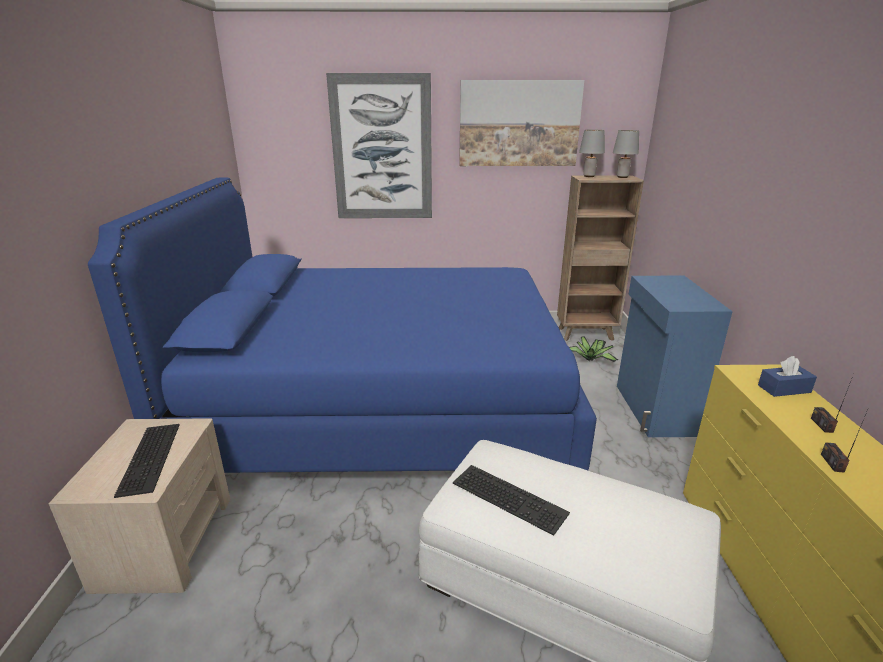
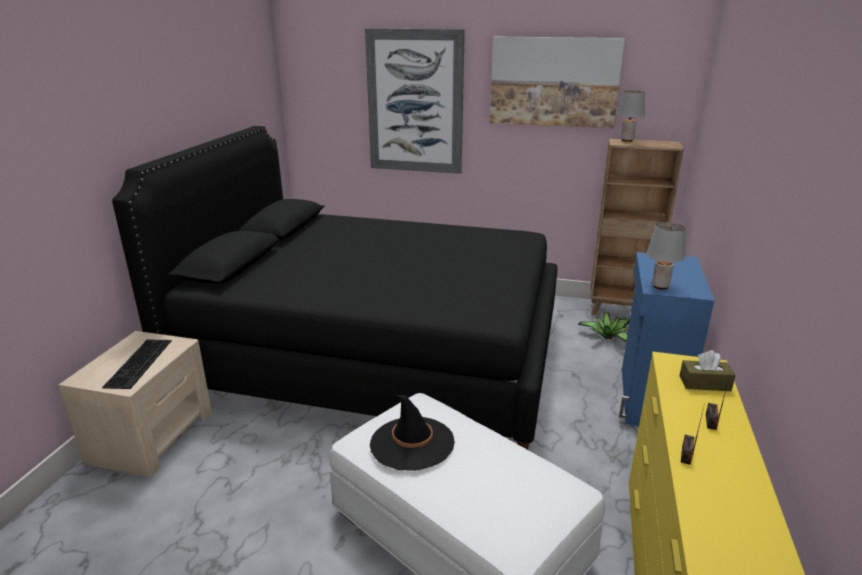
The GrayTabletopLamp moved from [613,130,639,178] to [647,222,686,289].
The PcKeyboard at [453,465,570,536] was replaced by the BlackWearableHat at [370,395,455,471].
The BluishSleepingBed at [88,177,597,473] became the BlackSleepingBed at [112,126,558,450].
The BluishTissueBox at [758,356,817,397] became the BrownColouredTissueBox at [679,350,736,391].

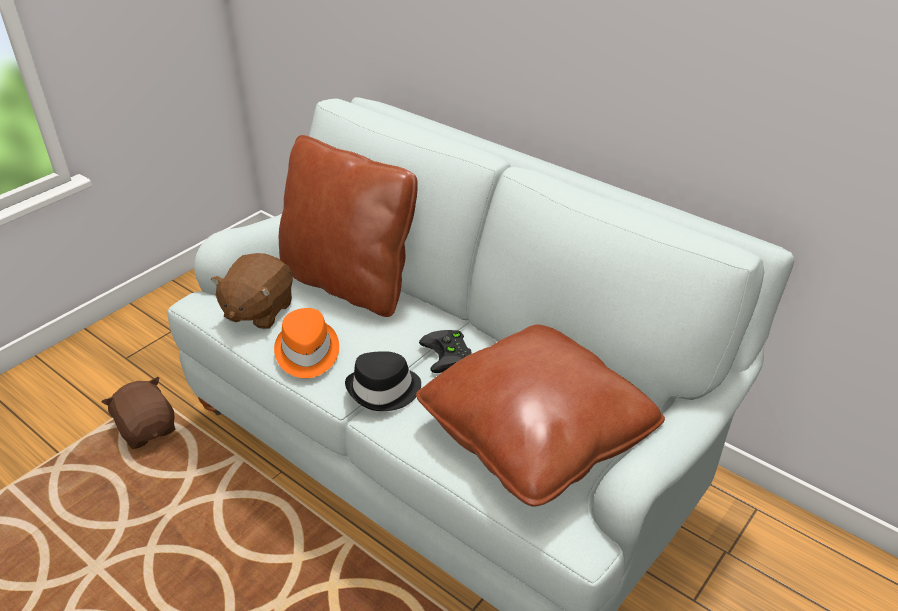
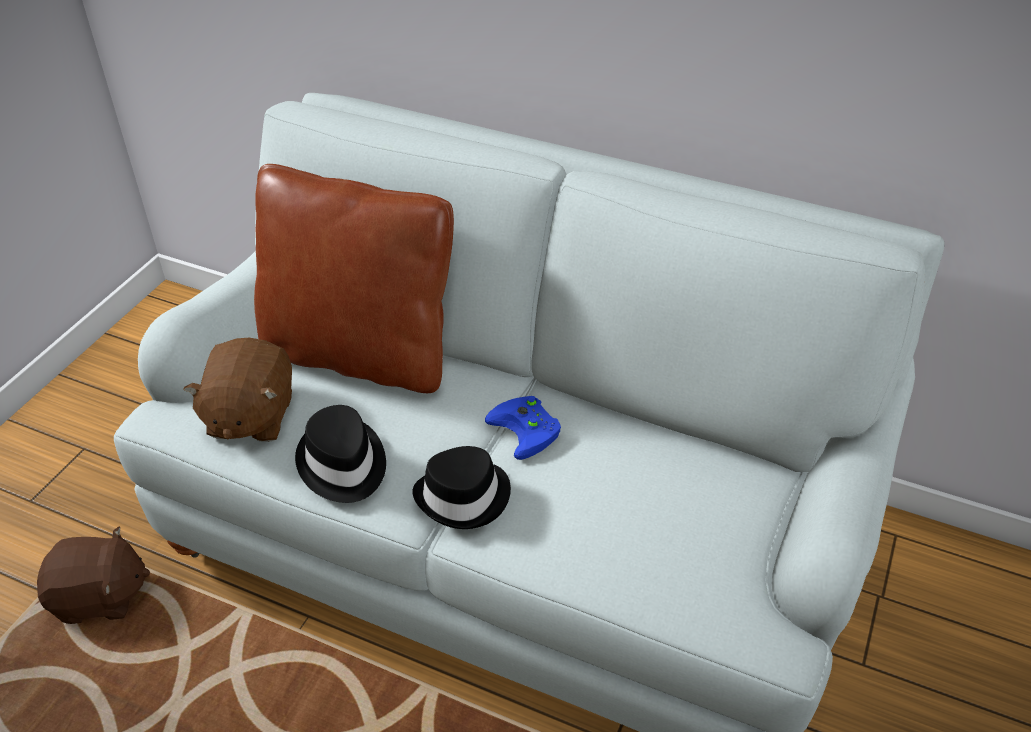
The BrownColouredPillow at [416,324,665,507] disappeared.
The OrangeWearableHat at [274,308,339,378] became the BlackWearableHat at [295,405,386,503].
The BlackJoypad at [419,330,472,373] became the BluishJoypad at [485,396,561,460].
The BrownColouredPlushToy at [102,377,175,449] turned 135 degrees clockwise.

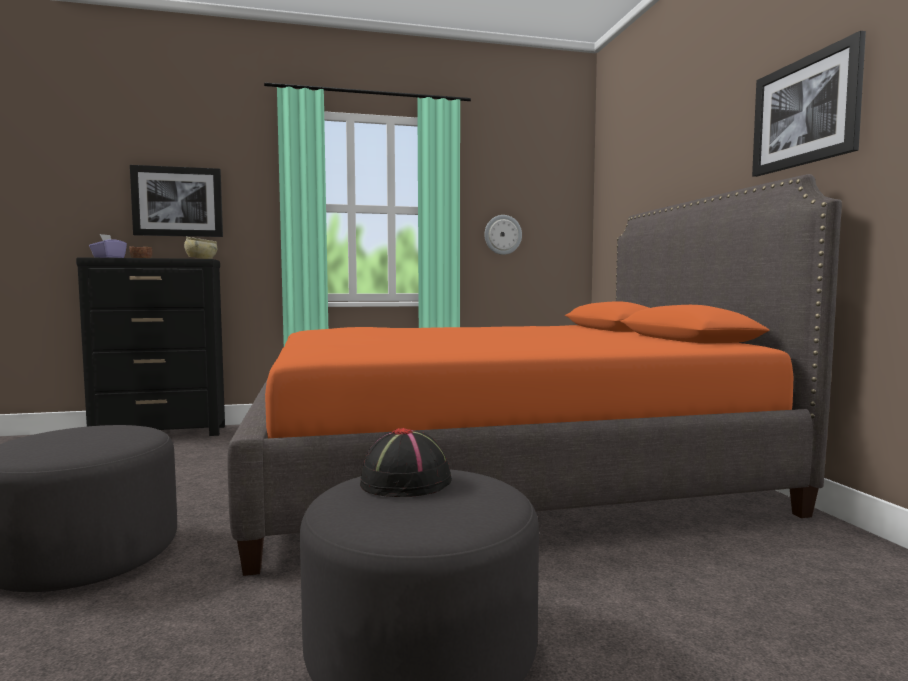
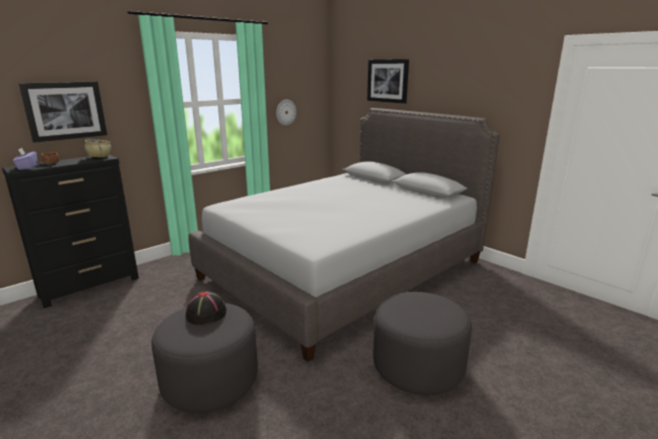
The BlackWearableHat moved from [360,428,452,497] to [186,291,227,325].
The Picture moved from [752,31,866,177] to [367,59,409,104].
The OrangeSleepingBed at [227,174,842,576] became the GraySleepingBed at [188,108,500,362].

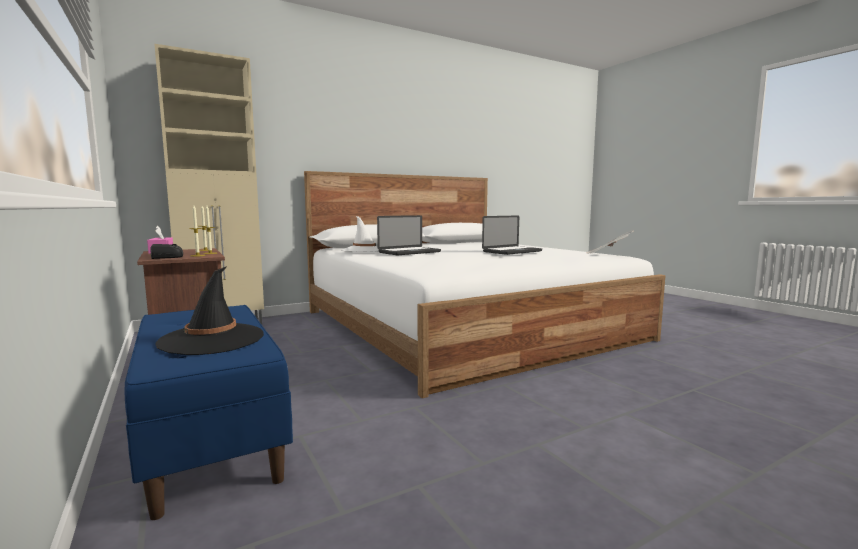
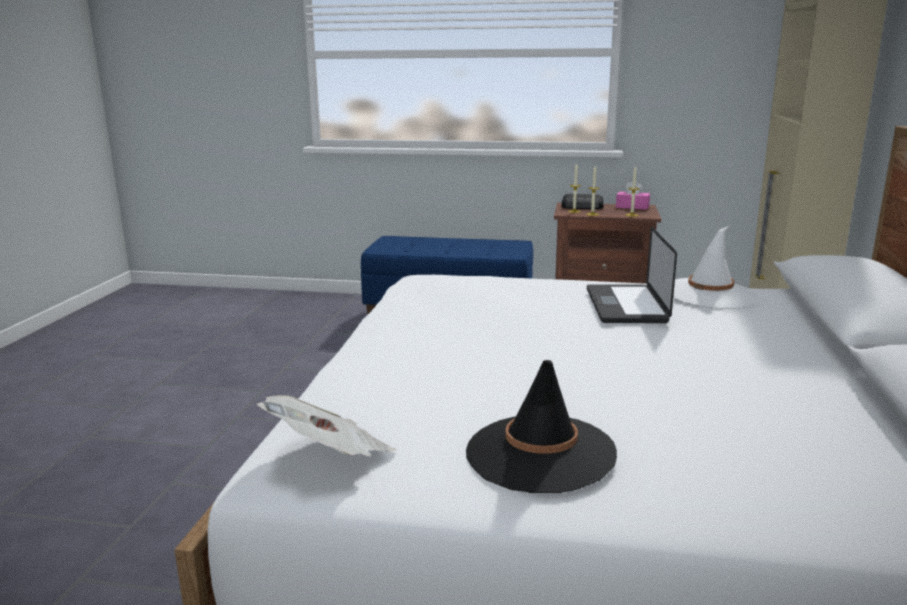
The PortableComputer at [482,216,542,255] disappeared.
The BlackWearableHat moved from [155,266,264,355] to [466,360,617,493].

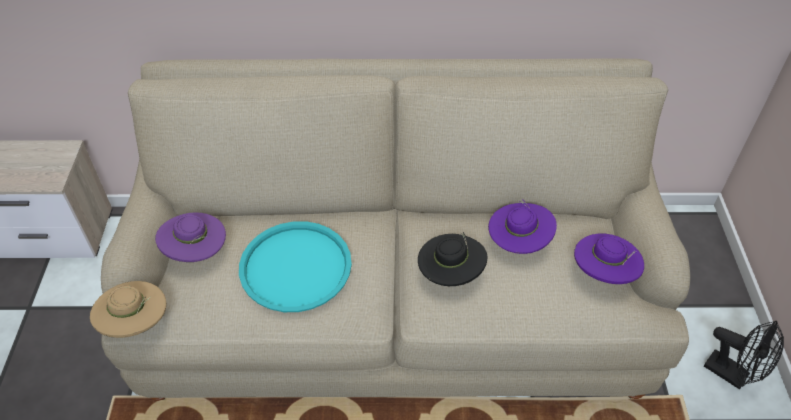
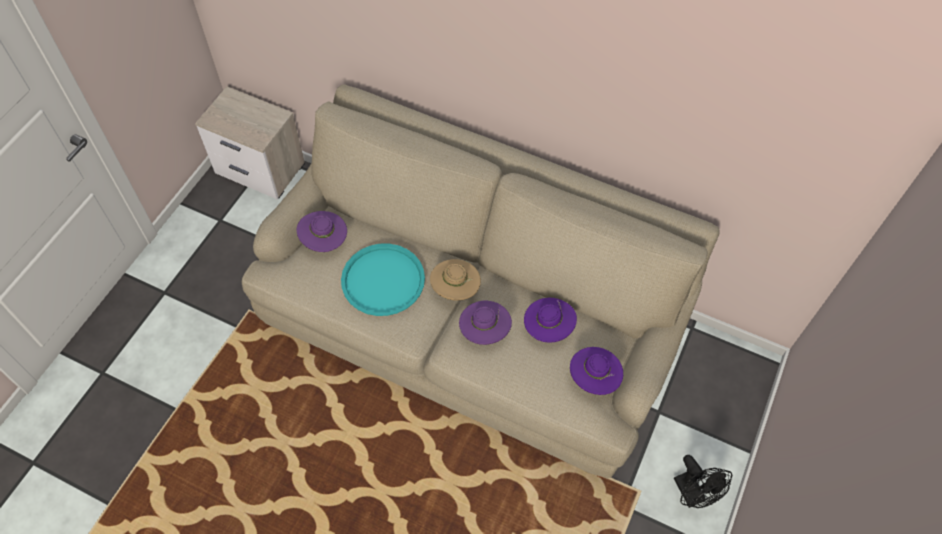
The SandColouredWearableHat moved from [90,281,166,338] to [430,259,481,301].
The BlackWearableHat at [418,232,487,286] became the PurpleWearableHat at [459,301,512,345].

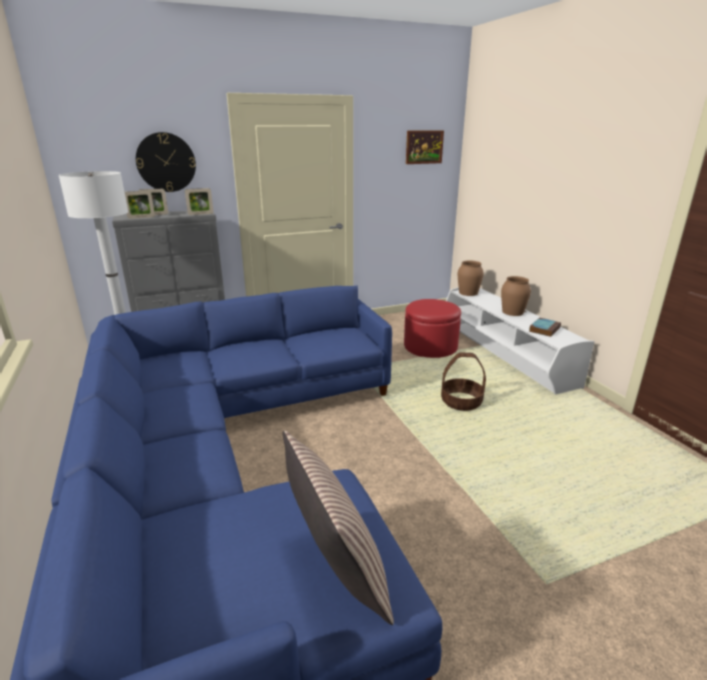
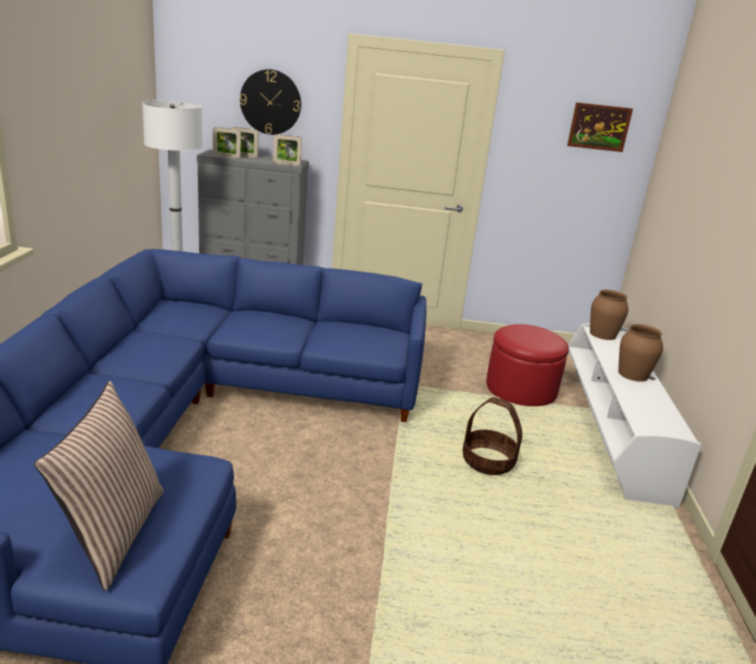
The Volume at [529,318,561,337] disappeared.

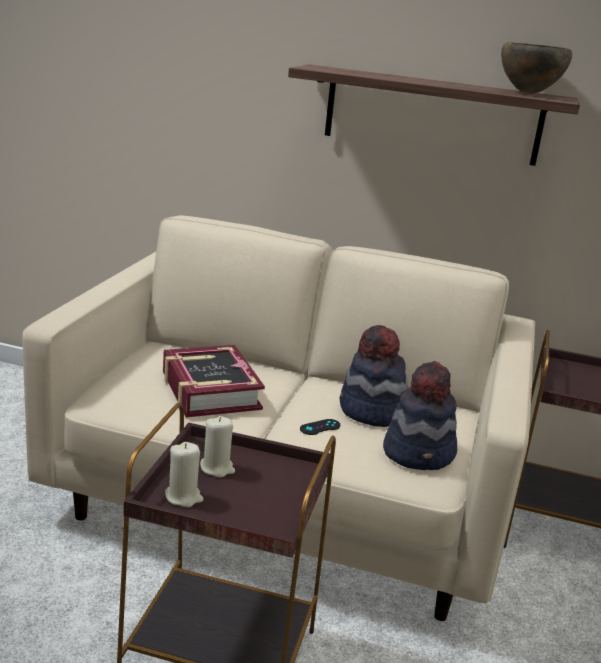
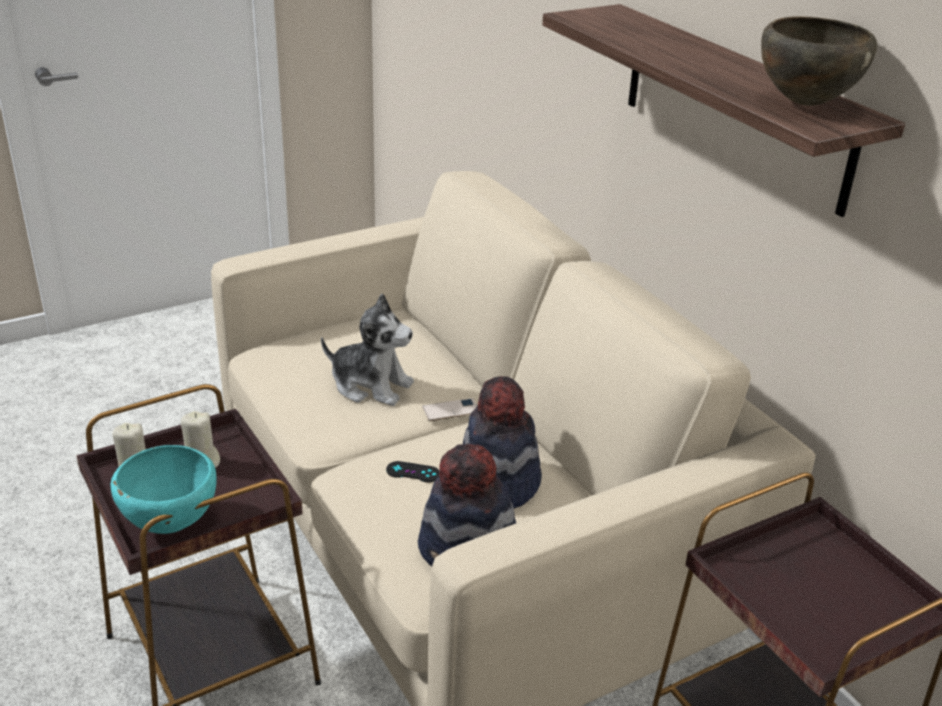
The BlueGreenDeepDish at [110,445,217,534] appeared.
The Handset at [422,398,478,421] appeared.
The Volume at [163,345,265,417] was replaced by the PlushToy at [321,294,414,406].

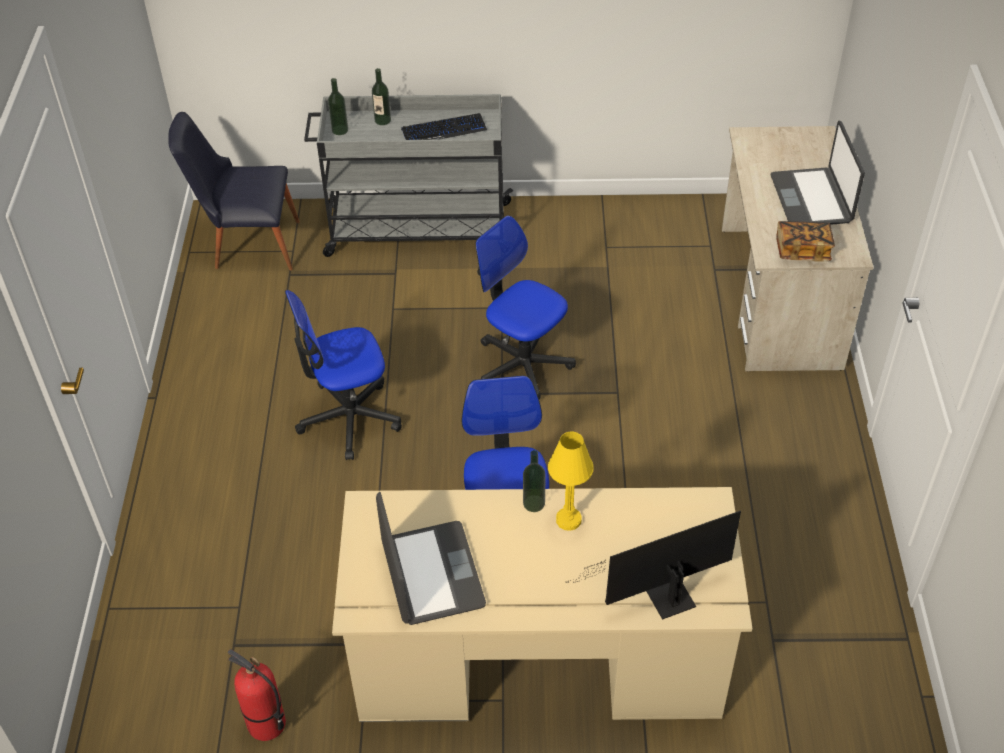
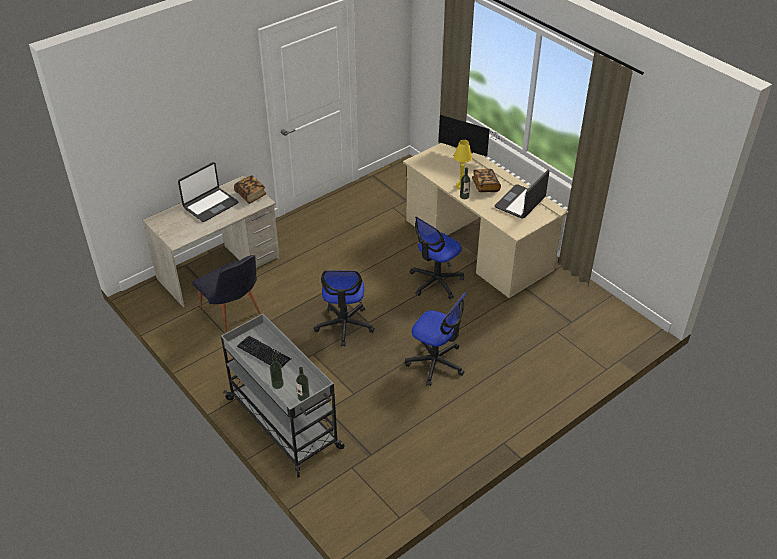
The Extinguisher at [228,649,286,741] disappeared.
The Volume at [472,169,501,192] appeared.
The BlackChair moved from [168,112,300,270] to [192,255,261,332].

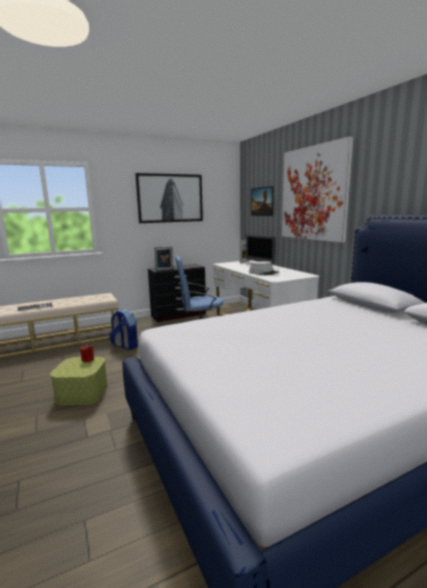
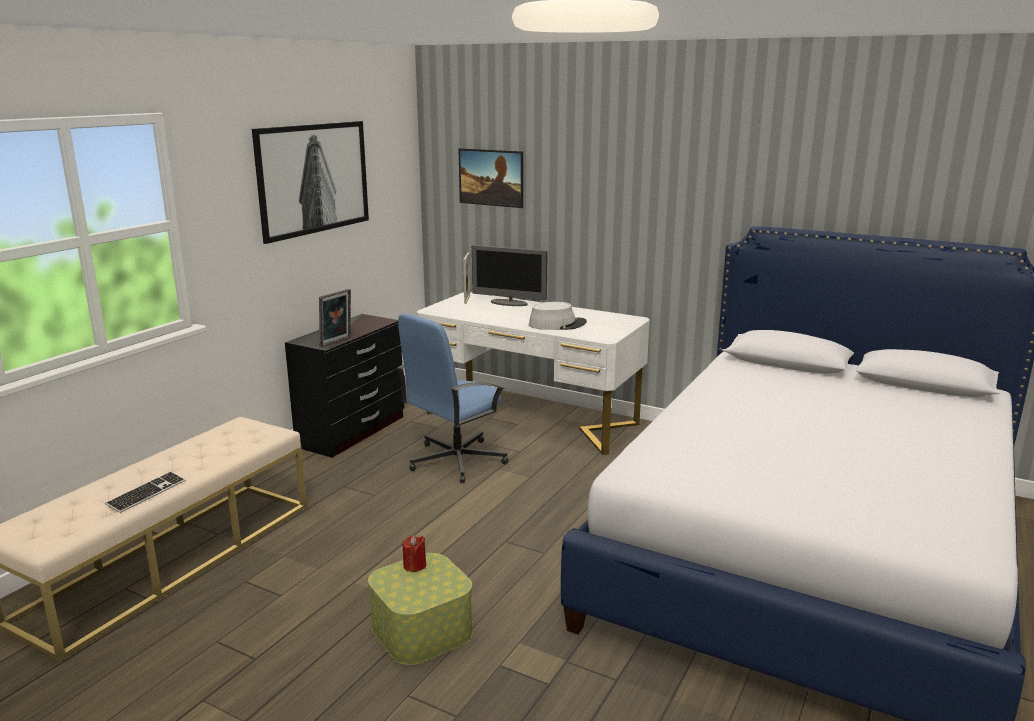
The Backpack at [109,309,138,350] disappeared.
The Picture at [282,137,353,242] disappeared.

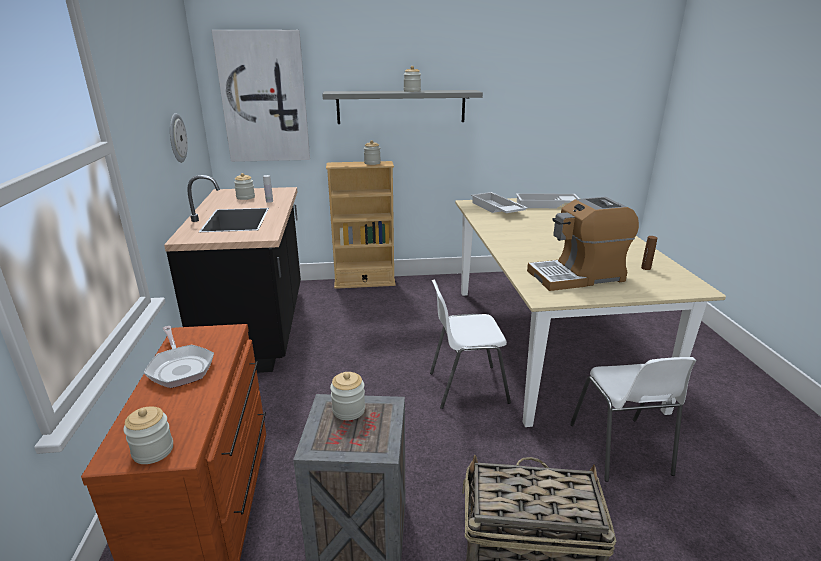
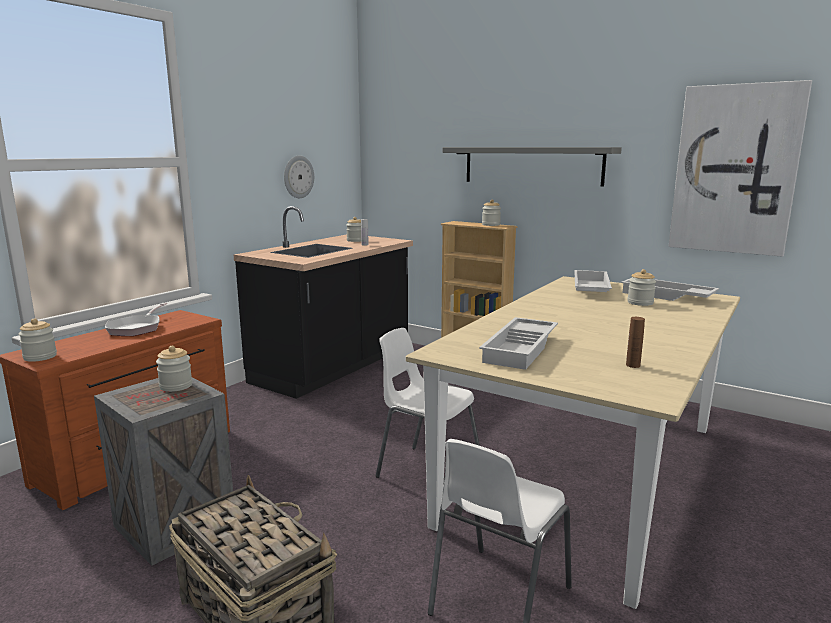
The Picture moved from [212,30,310,162] to [668,80,812,257].
The Jar moved from [404,66,421,92] to [627,269,656,306].
The CoffeeBrewer at [527,197,639,291] was replaced by the WhiteServingTray at [479,317,558,370].

